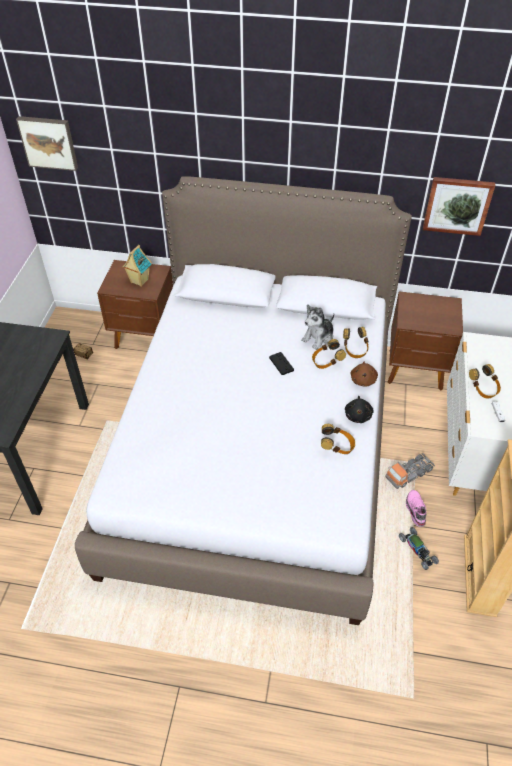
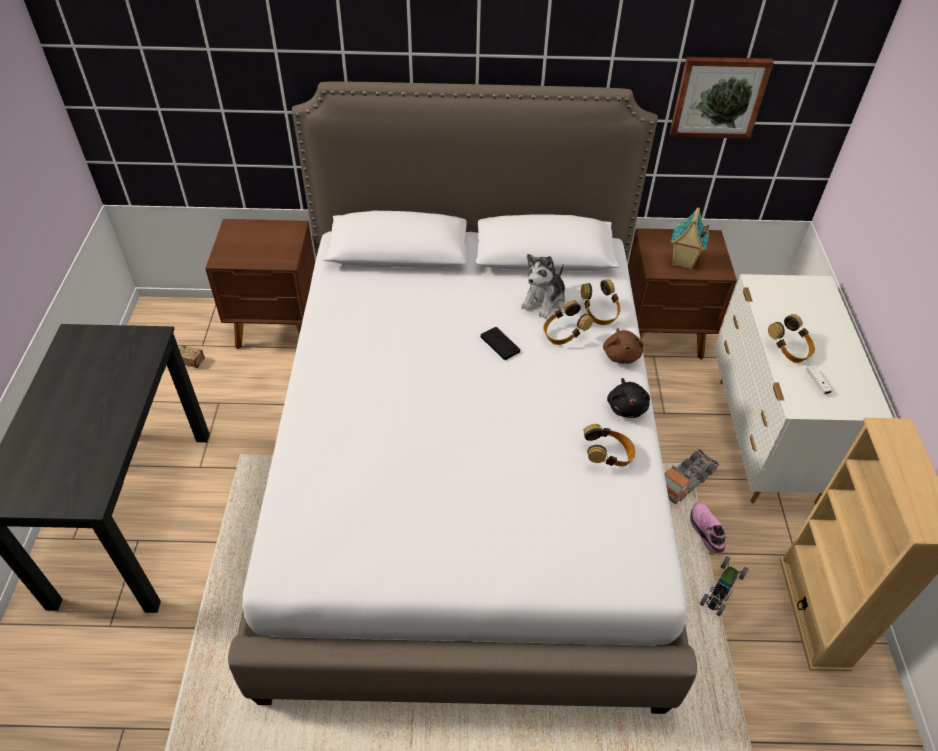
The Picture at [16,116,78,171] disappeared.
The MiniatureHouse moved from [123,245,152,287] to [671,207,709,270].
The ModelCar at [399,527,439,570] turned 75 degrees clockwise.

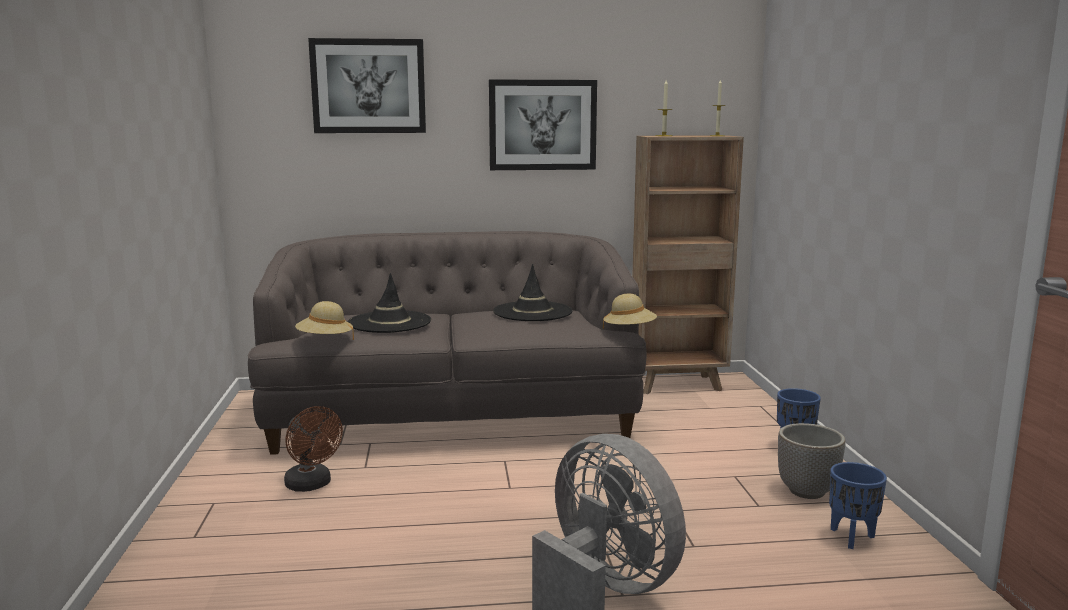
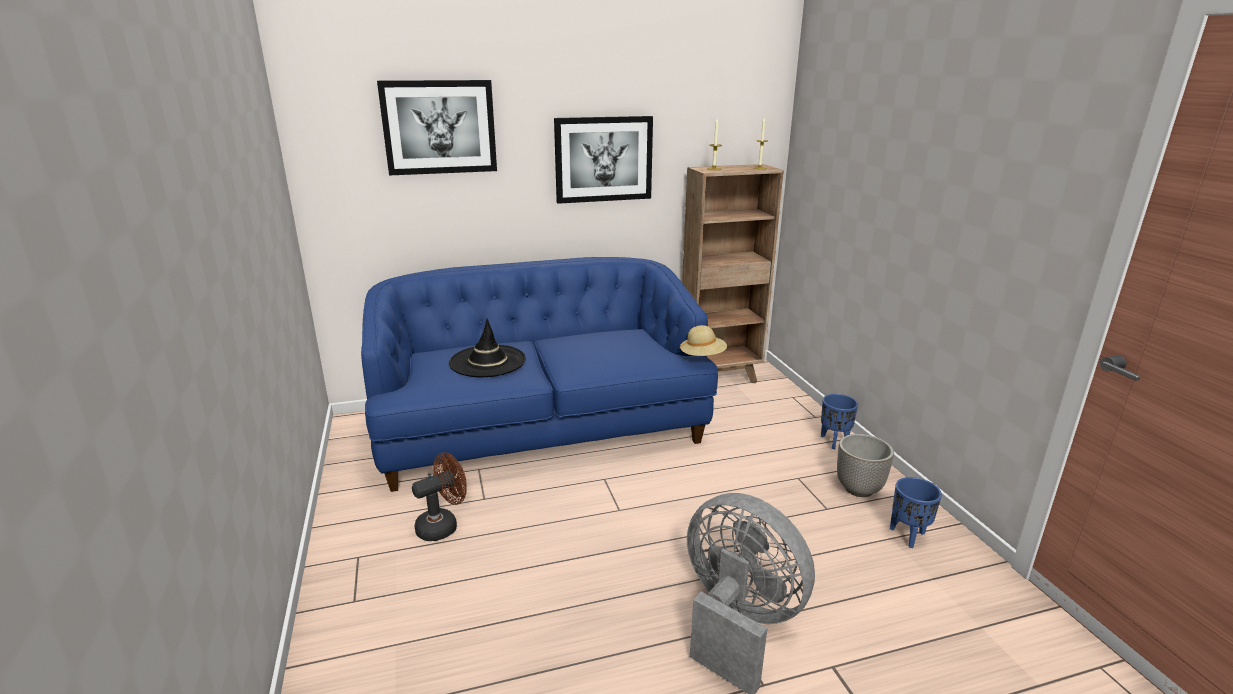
The SandColouredWearableHat at [295,301,354,340] disappeared.
The BlackWearableHat at [493,264,573,321] disappeared.
The GraySofa at [248,231,647,455] became the BluishSofa at [361,257,718,492].
The BrownColouredElectricFan at [284,406,343,492] turned 75 degrees counterclockwise.

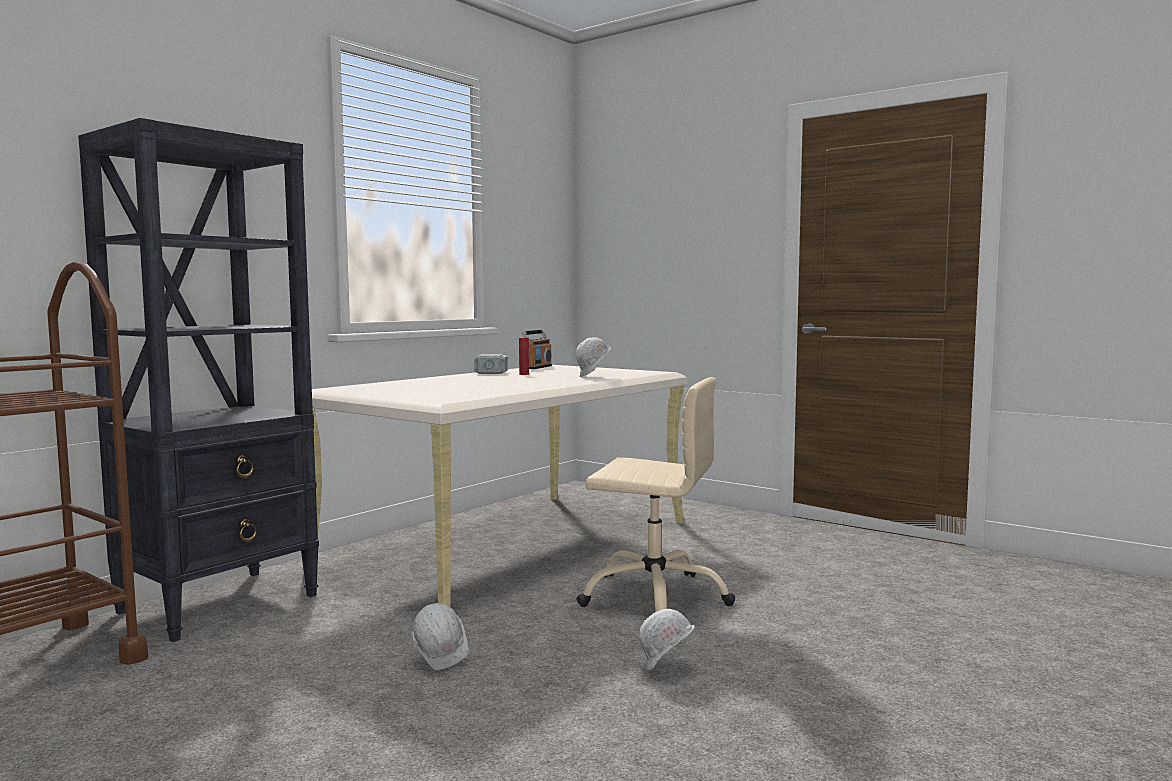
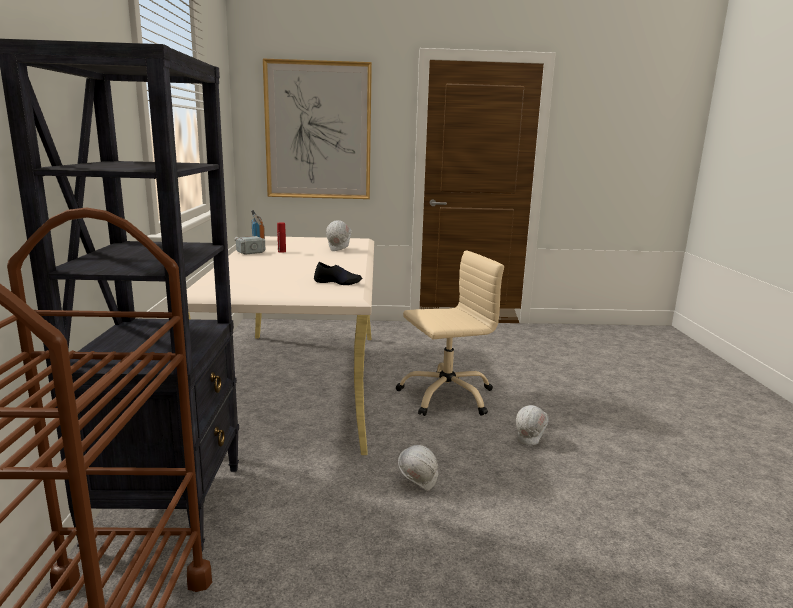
The Picture at [263,59,372,199] appeared.
The BlackItemOfFootwear at [314,262,362,285] appeared.

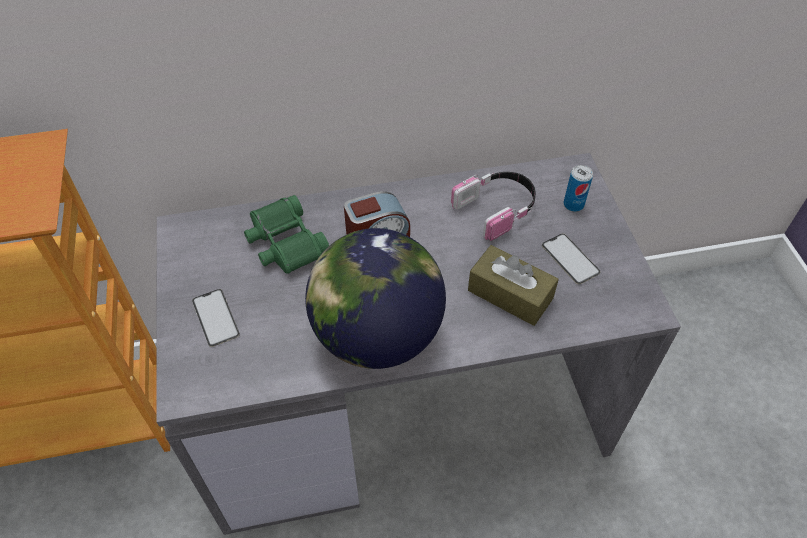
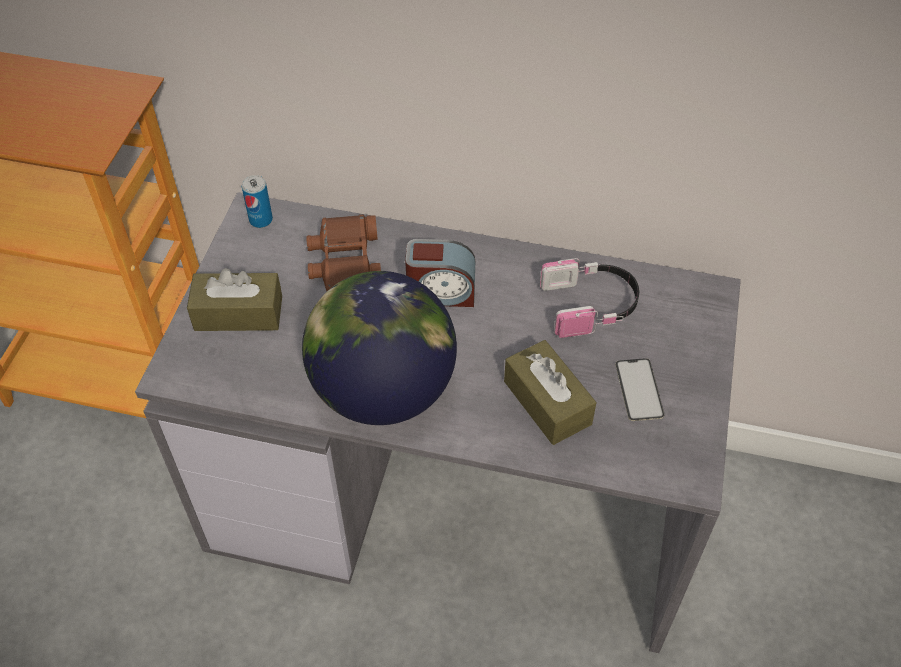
The Can moved from [564,165,593,212] to [242,175,273,228].
The Handset at [192,289,240,347] was replaced by the BrownColouredTissueBox at [187,268,282,331].
The GreenishPairOfBinoculars at [244,195,329,274] became the BrownColouredPairOfBinoculars at [306,214,381,291].

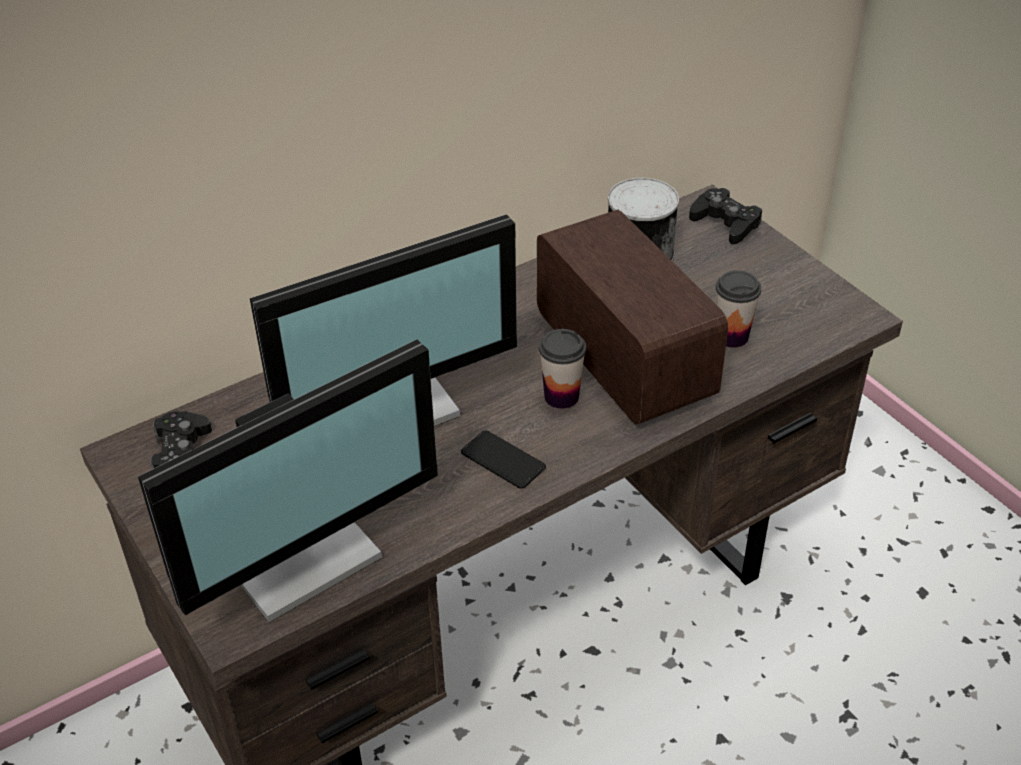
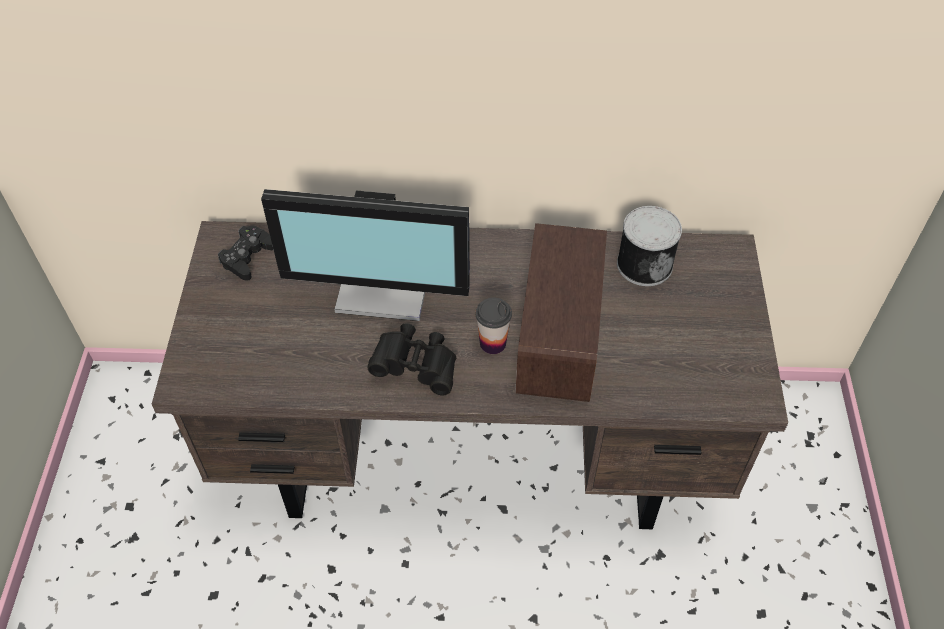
The ComputerDisplay at [138,339,438,622] disappeared.
The BlackJoypad at [689,188,762,244] disappeared.
The SmallCup at [716,270,761,348] disappeared.
The Handset at [461,431,546,489] was replaced by the BlackPairOfBinoculars at [367,323,456,395].

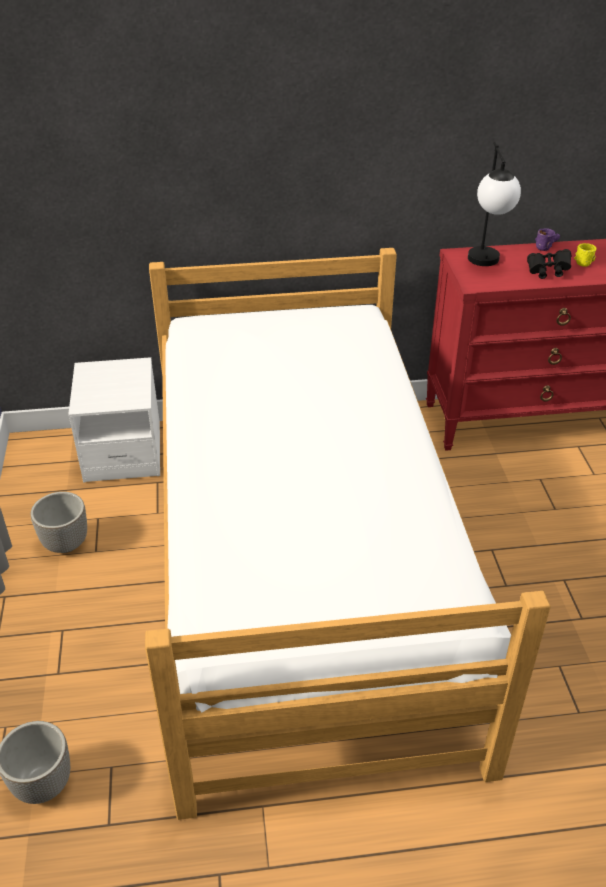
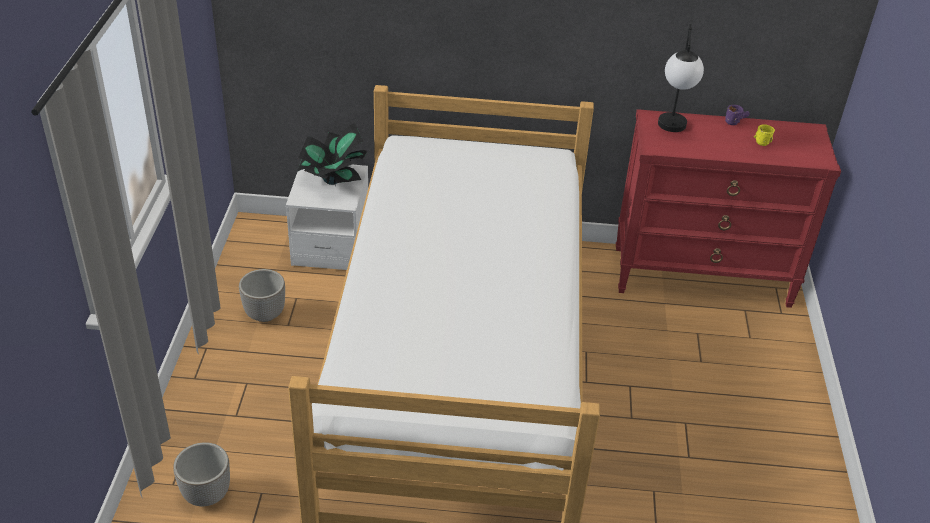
The BlackPairOfBinoculars at [527,249,572,279] disappeared.
The Houseplant at [297,123,368,187] appeared.

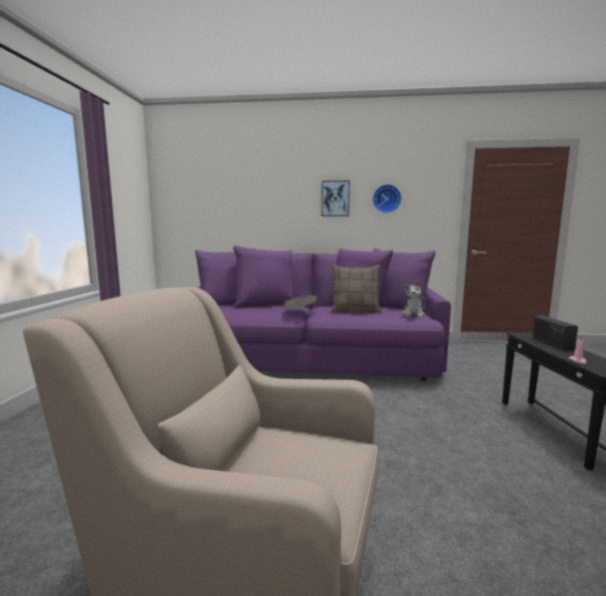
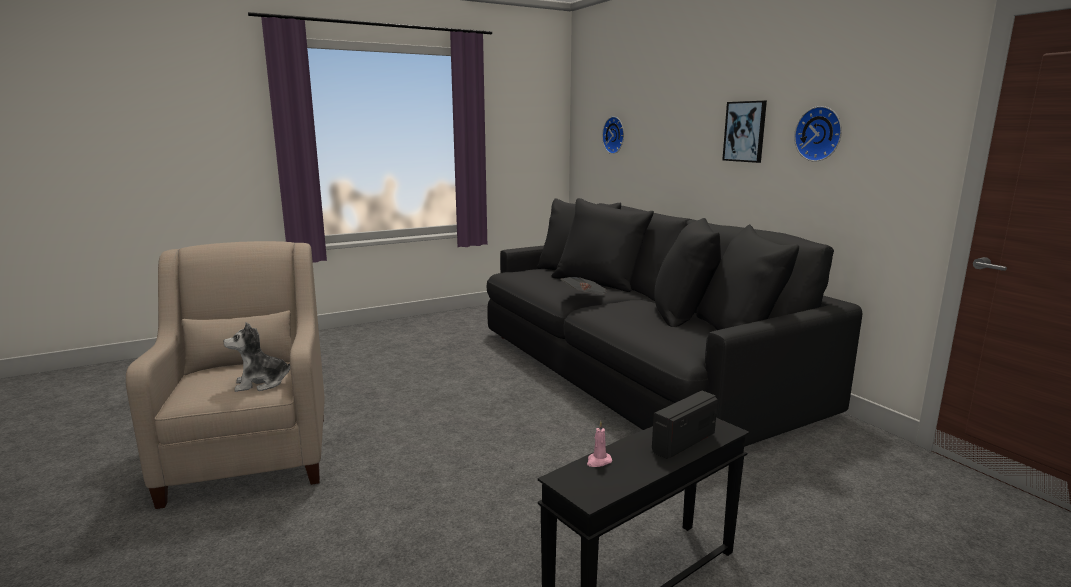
The Pillow at [331,265,381,313] disappeared.
The HangingClock at [602,116,624,154] appeared.
The PlushToy moved from [402,280,425,317] to [223,322,290,392].
The PurpleSofa at [195,246,451,381] became the BlackSofa at [487,198,862,447].

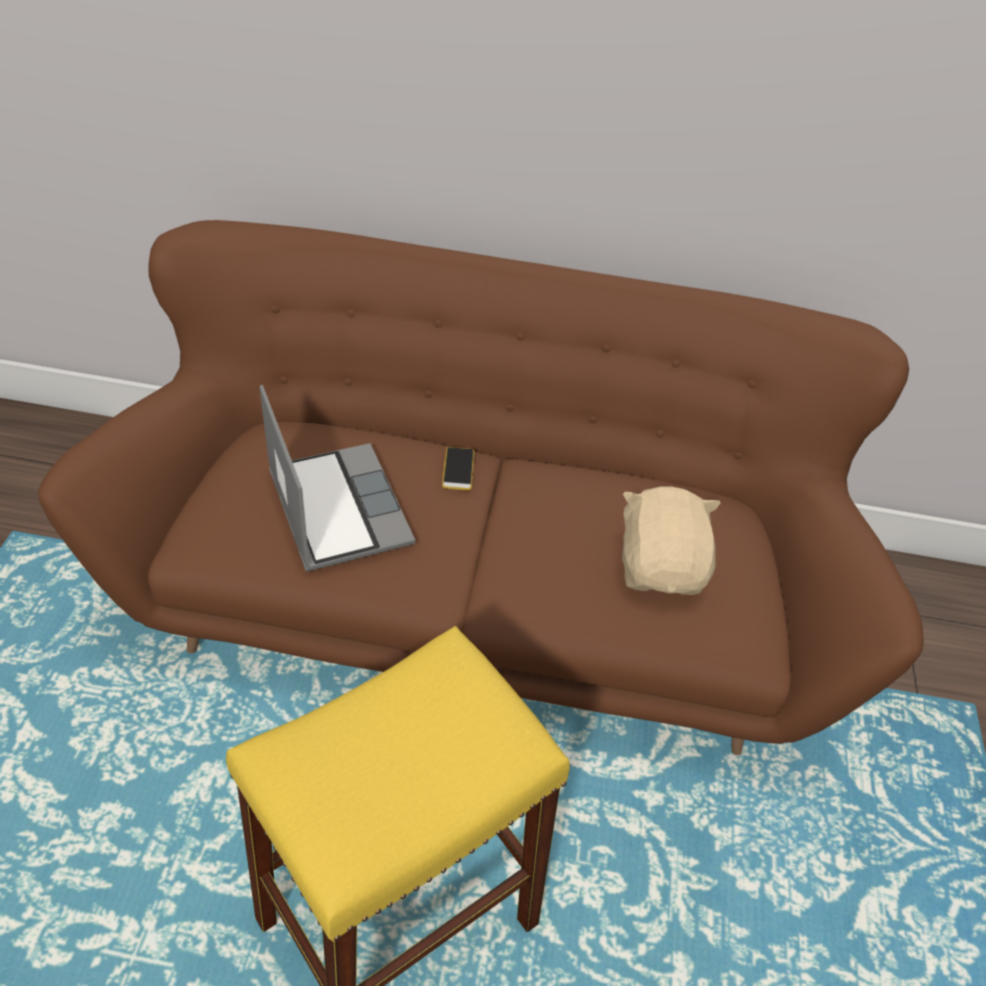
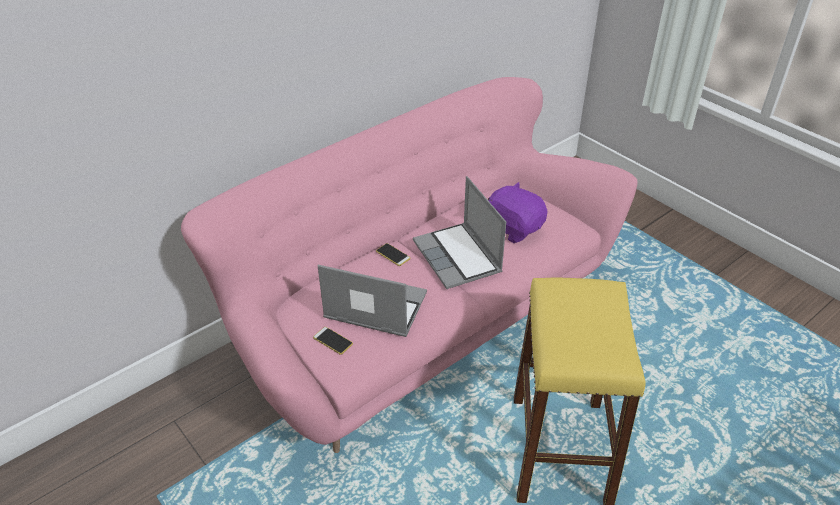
The Handset at [313,327,353,355] appeared.
The PortableComputer at [413,176,506,289] appeared.
The BrownColouredSofa at [38,220,924,755] became the PinkishSofa at [181,77,638,453].
The SandColouredPlushToy at [622,487,720,595] became the PurplePlushToy at [488,182,547,243].

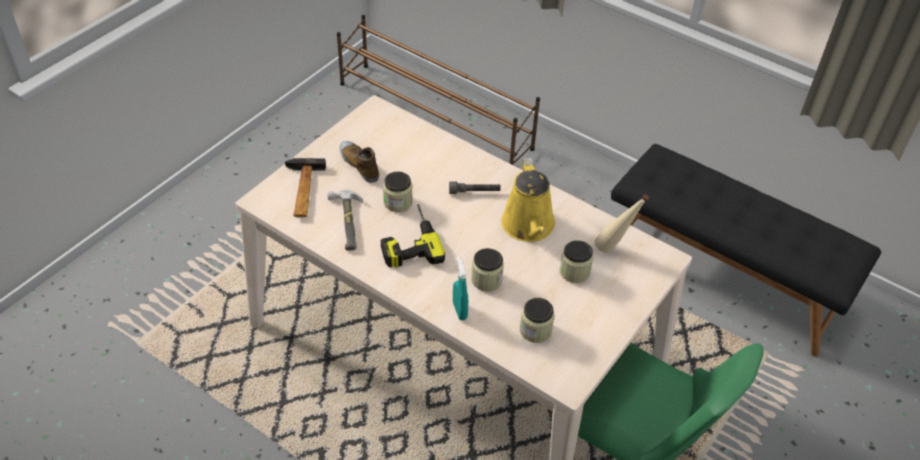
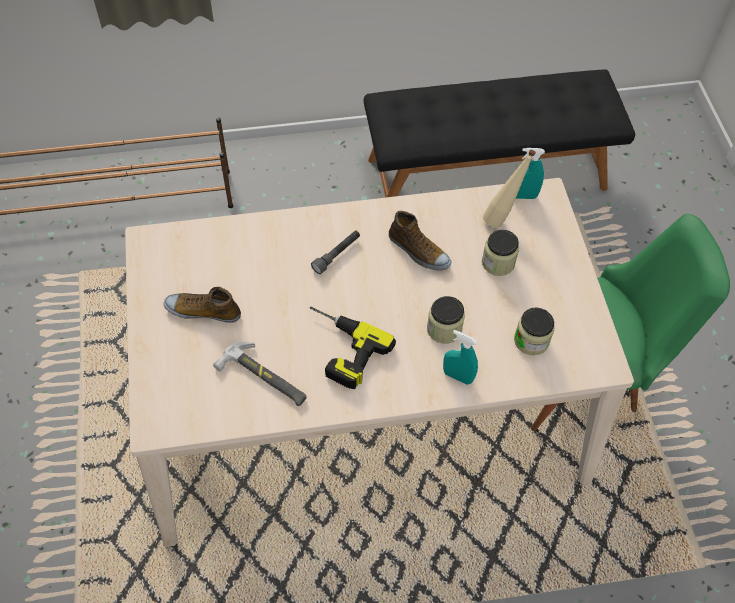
The HandHammer at [285,158,326,217] disappeared.
The Jar at [383,171,413,212] disappeared.
The BlueGreenSprayer at [516,148,545,199] appeared.
The YellowishSprinklingCan at [501,158,555,242] was replaced by the ItemOfFootwear at [389,211,451,270].

